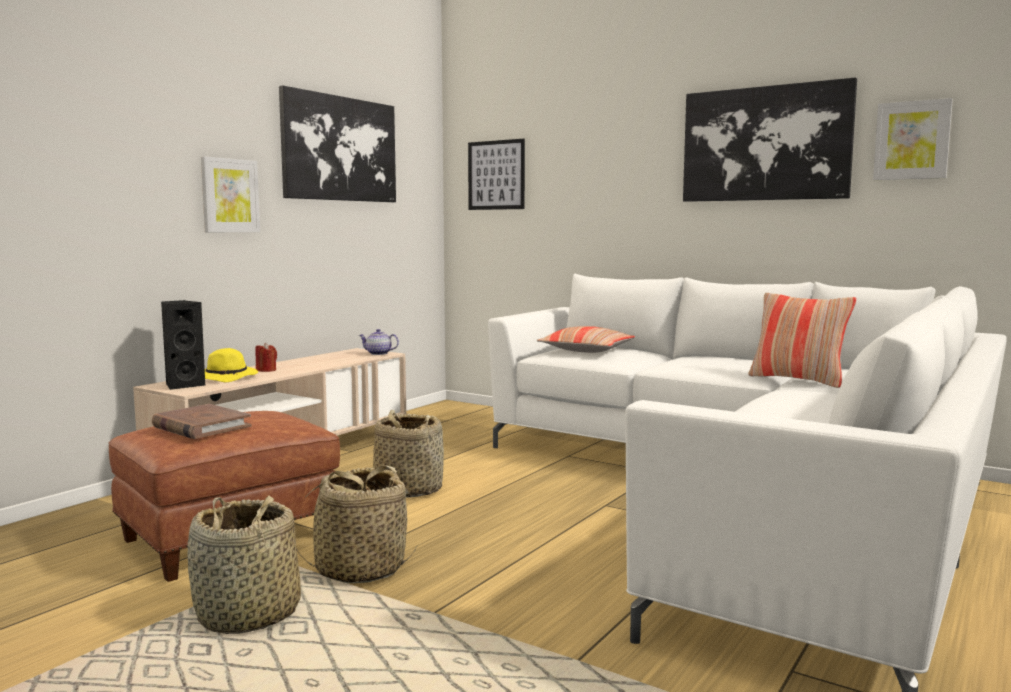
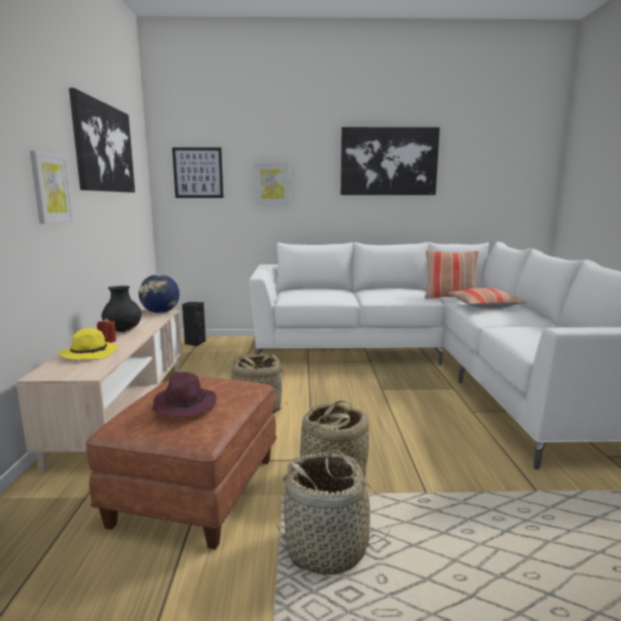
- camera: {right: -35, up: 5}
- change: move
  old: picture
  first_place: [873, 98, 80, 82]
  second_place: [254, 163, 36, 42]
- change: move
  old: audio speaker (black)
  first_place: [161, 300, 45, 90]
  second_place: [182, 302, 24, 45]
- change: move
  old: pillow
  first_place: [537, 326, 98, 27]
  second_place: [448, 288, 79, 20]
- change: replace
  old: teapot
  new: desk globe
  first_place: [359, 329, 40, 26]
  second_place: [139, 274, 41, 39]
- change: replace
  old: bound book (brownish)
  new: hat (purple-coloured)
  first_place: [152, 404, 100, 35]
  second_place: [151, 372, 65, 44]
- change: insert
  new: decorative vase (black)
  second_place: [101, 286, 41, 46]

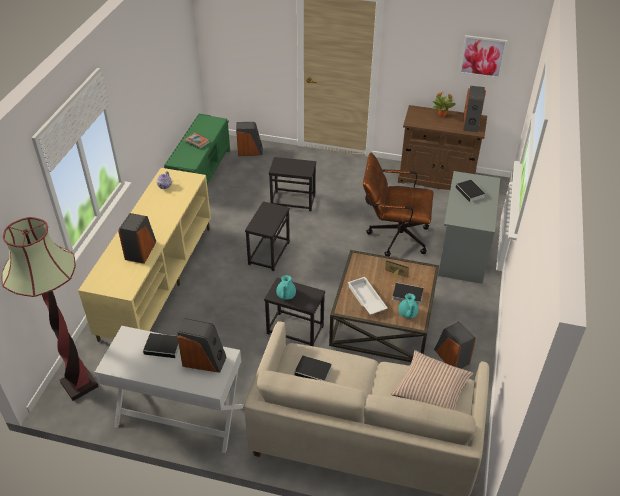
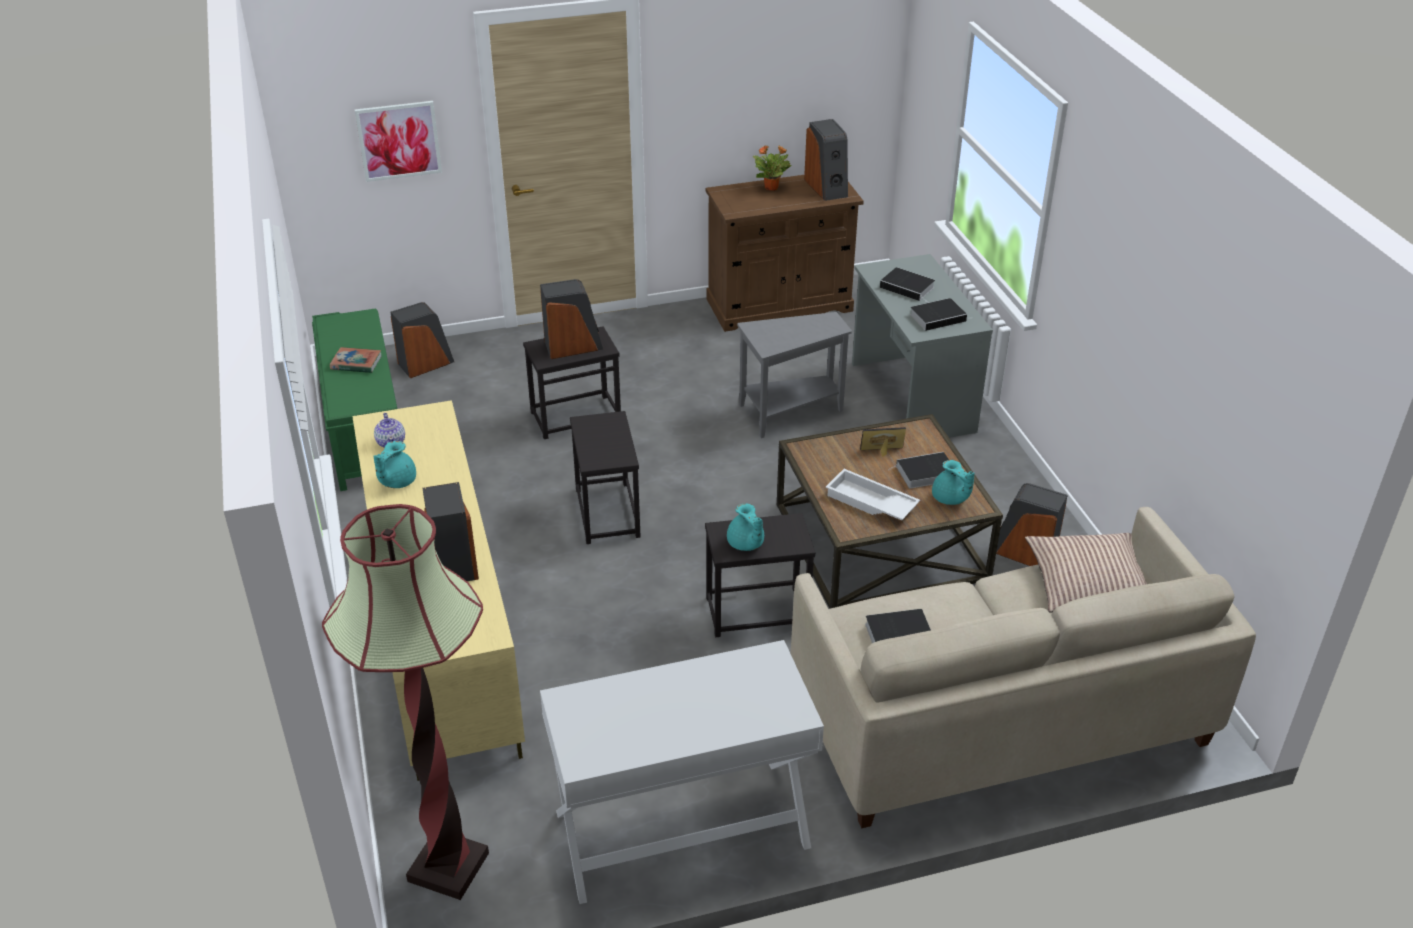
- camera: {right: -30, up: -5}
- change: move
  old: picture
  first_place: [459, 35, 49, 44]
  second_place: [355, 101, 87, 81]
- change: replace
  old: computer chair (brownish)
  new: end table (grey)
  first_place: [363, 153, 71, 103]
  second_place: [737, 312, 115, 126]
- change: move
  old: audio speaker
  first_place: [177, 317, 50, 56]
  second_place: [540, 279, 63, 80]
- change: move
  old: bound book
  first_place: [143, 333, 38, 25]
  second_place: [910, 298, 63, 33]
- change: insert
  new: teapot (turquoise-coloured)
  second_place: [374, 441, 42, 47]

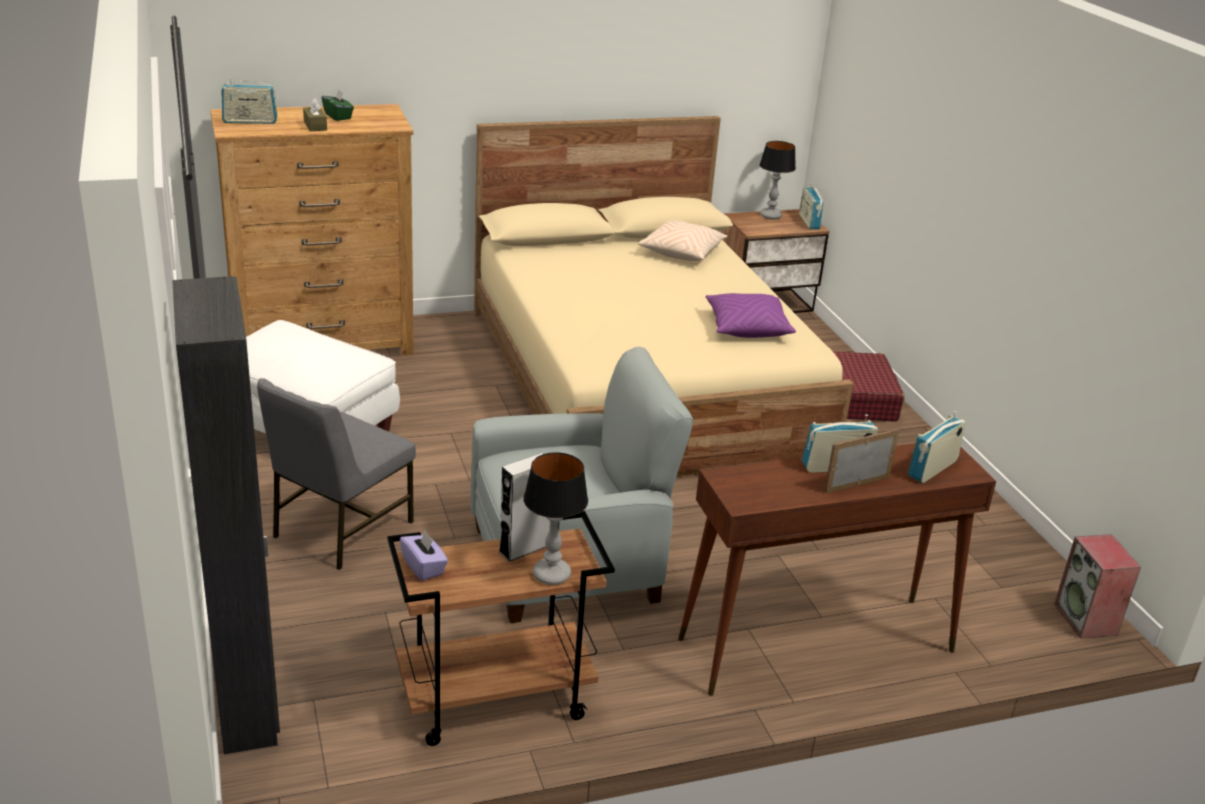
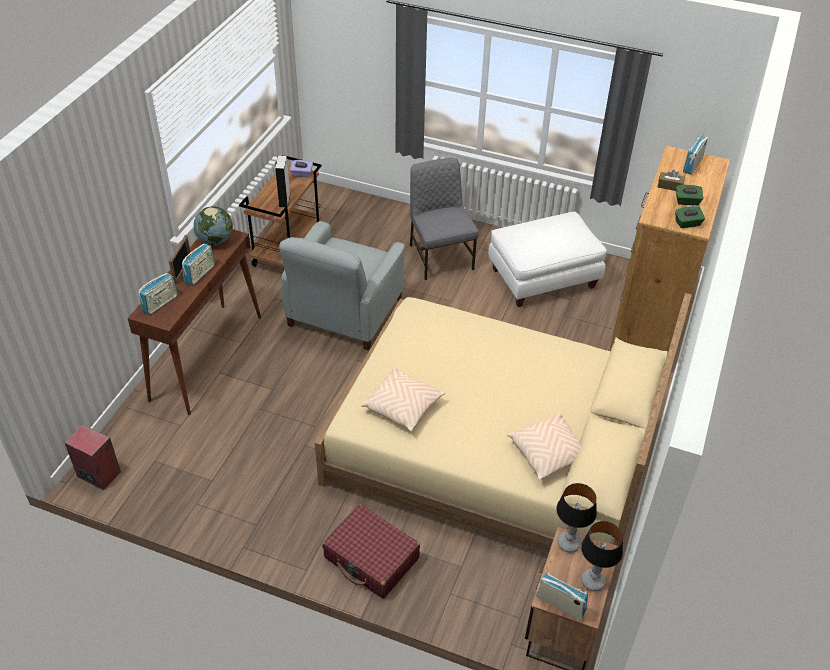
- camera: {right: 130, up: 15}
- change: delete
  old: wardrobe (black)
  first_place: [172, 276, 108, 479]
- change: recolor
  old: pillow (purple-coloured)
  new: pillow (beige-coloured)
  first_place: [705, 293, 91, 45]
  second_place: [361, 367, 84, 65]
- change: rotate
  old: radio receiver
  first_place: [908, 411, 58, 72]
  second_place: [139, 273, 39, 42]
  degrees: 45
- change: move
  old: tabletop lamp
  first_place: [523, 452, 65, 133]
  second_place: [556, 483, 41, 70]
- change: insert
  new: desk globe
  second_place: [194, 206, 39, 40]
- change: insert
  new: tissue holder (greenish)
  second_place: [675, 206, 30, 22]

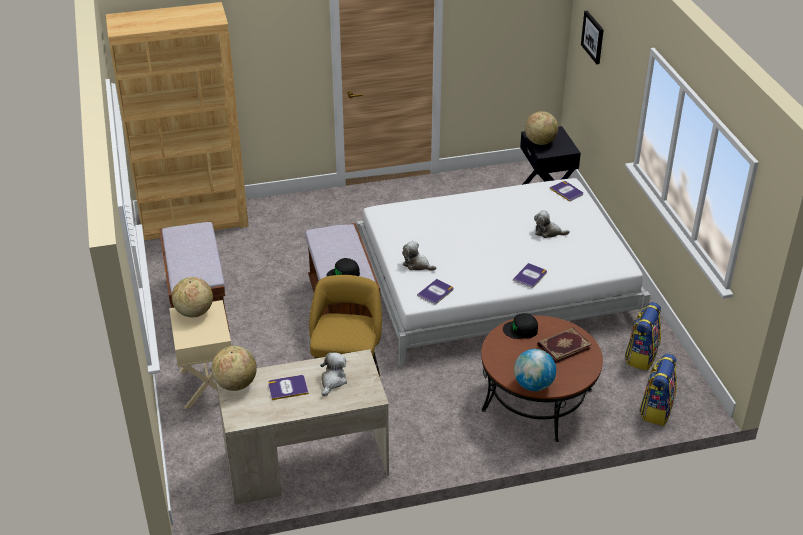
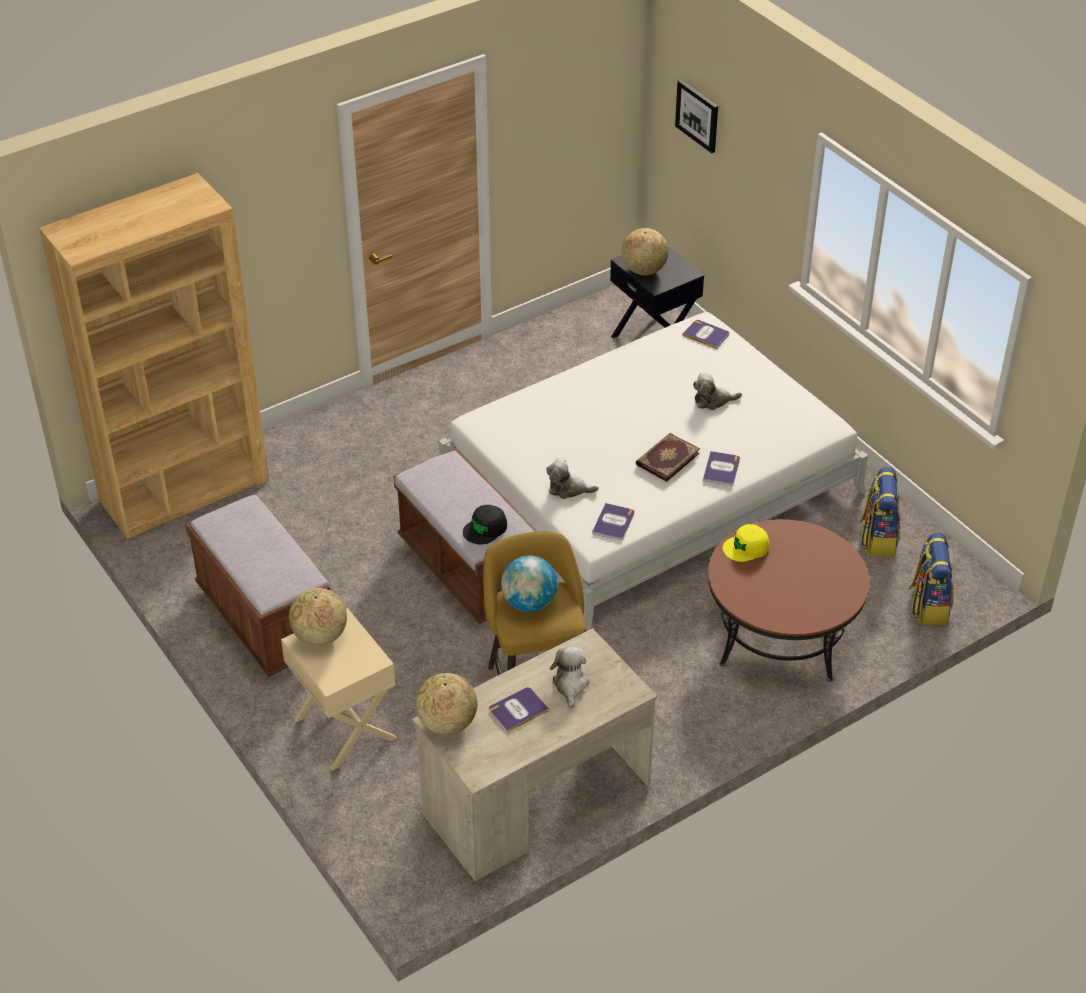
- camera: {right: -20, up: 5}
- change: recolor
  old: cap (black)
  new: cap (yellow)
  first_place: [503, 313, 35, 26]
  second_place: [723, 524, 46, 38]
- change: move
  old: bound book
  first_place: [538, 328, 53, 35]
  second_place: [636, 433, 64, 49]
- change: move
  old: desk globe
  first_place: [514, 349, 42, 42]
  second_place: [501, 555, 57, 57]

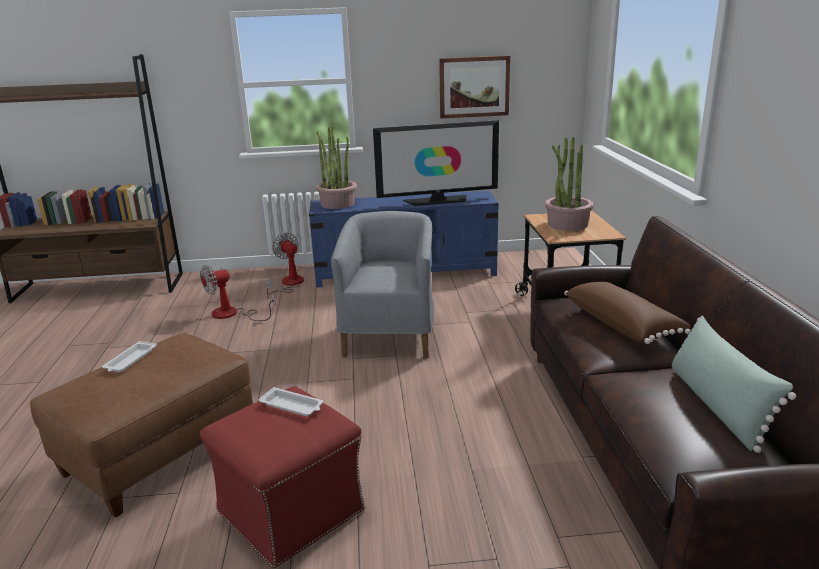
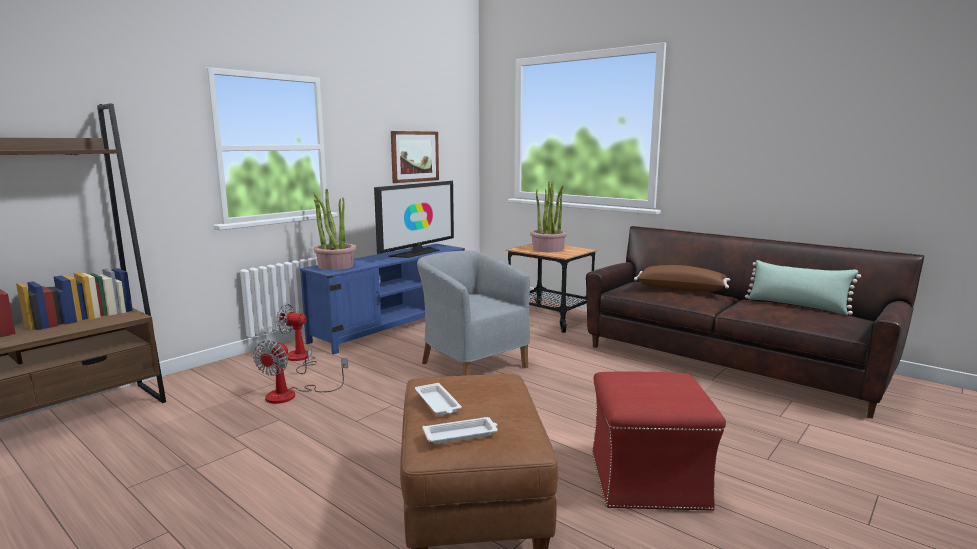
- camera: {right: -45, up: -10}
- change: move
  old: tray (white-coloured)
  first_place: [258, 387, 65, 29]
  second_place: [422, 417, 76, 27]

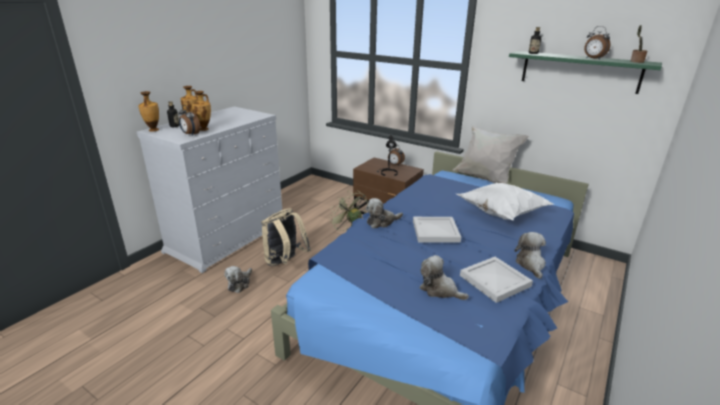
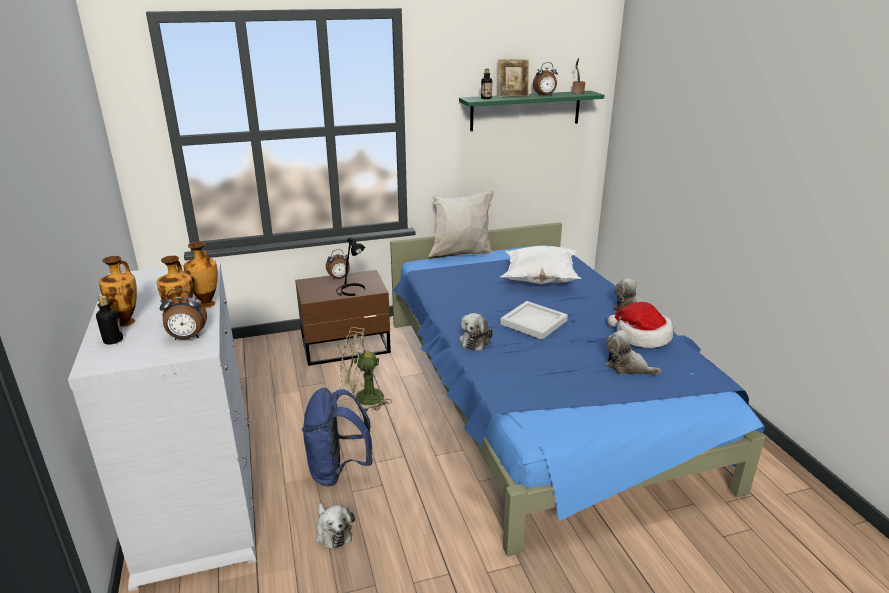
- camera: {right: -50, up: 0}
- change: move
  old: decorative vase
  first_place: [138, 91, 21, 41]
  second_place: [184, 241, 34, 67]
- change: recolor
  old: rucksack (beige-coloured)
  new: rucksack (bluish)
  first_place: [261, 208, 50, 58]
  second_place: [302, 388, 71, 99]
- change: rotate
  old: cuddly toy
  first_place: [420, 255, 49, 45]
  second_place: [605, 330, 56, 45]
  degrees: 45
- change: replace
  old: tray (white-coloured)
  new: hat
  first_place: [460, 257, 73, 46]
  second_place: [607, 302, 66, 46]
- change: insert
  new: picture frame
  second_place: [498, 59, 31, 38]

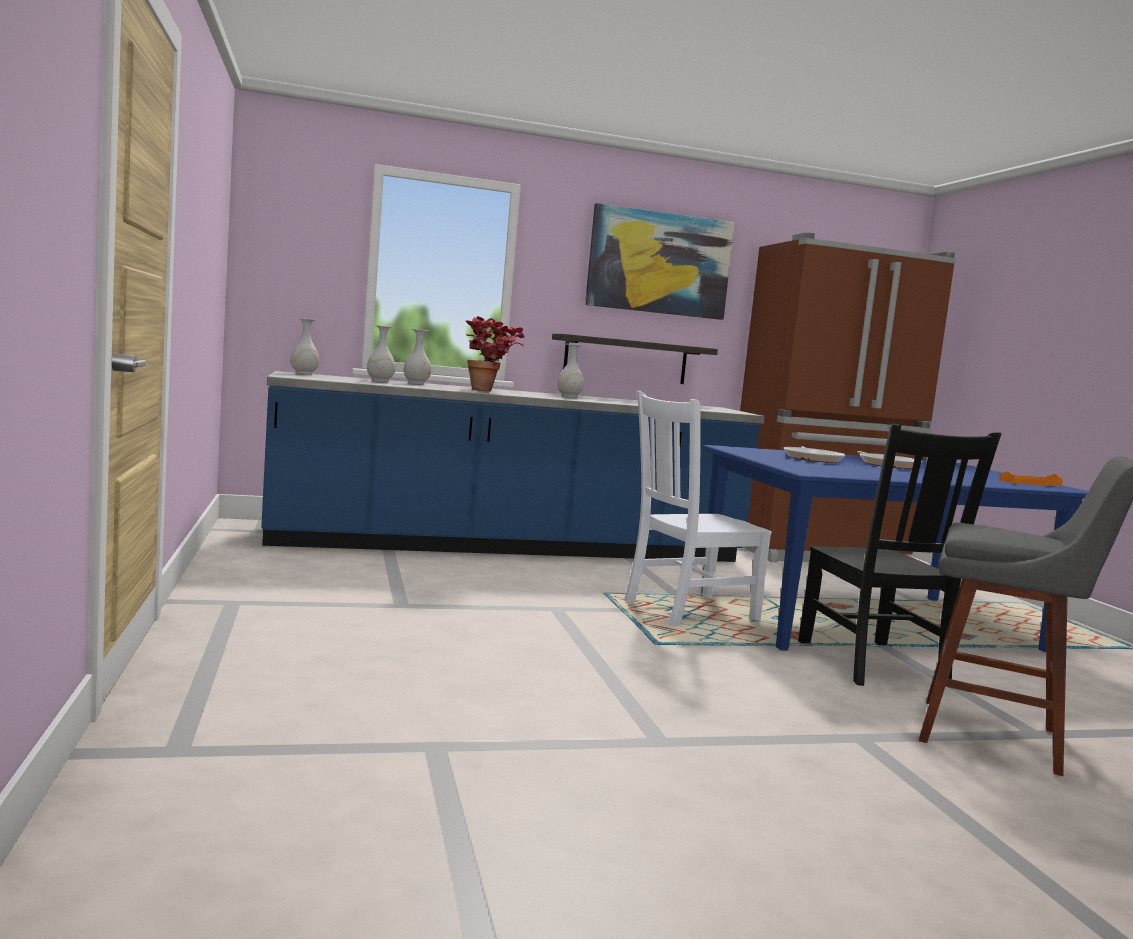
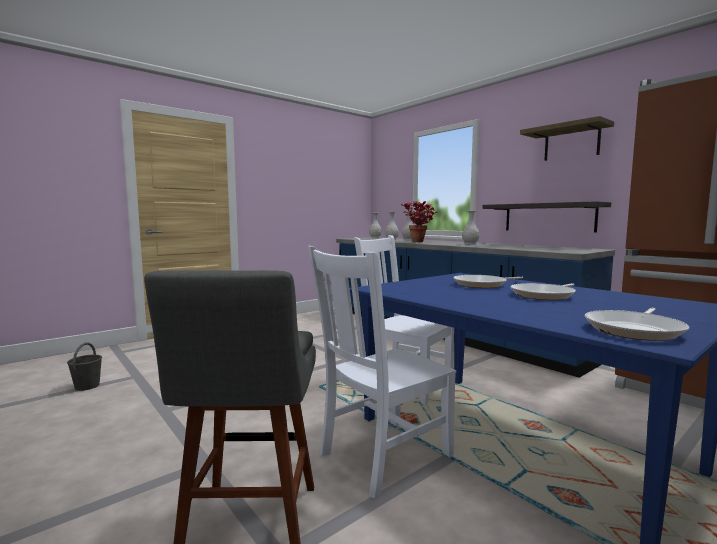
- camera: {right: 65, up: 0}
- change: replace
  old: picture
  new: wall shelf
  first_place: [585, 203, 150, 117]
  second_place: [520, 116, 94, 45]
- change: recolor
  old: chair (black)
  new: chair (white-coloured)
  first_place: [798, 424, 203, 262]
  second_place: [308, 246, 148, 253]
- change: replace
  old: tray (orange)
  new: frying pan
  first_place: [999, 471, 64, 15]
  second_place: [585, 308, 104, 33]
- change: insert
  new: pail (grey)
  second_place: [67, 342, 35, 49]

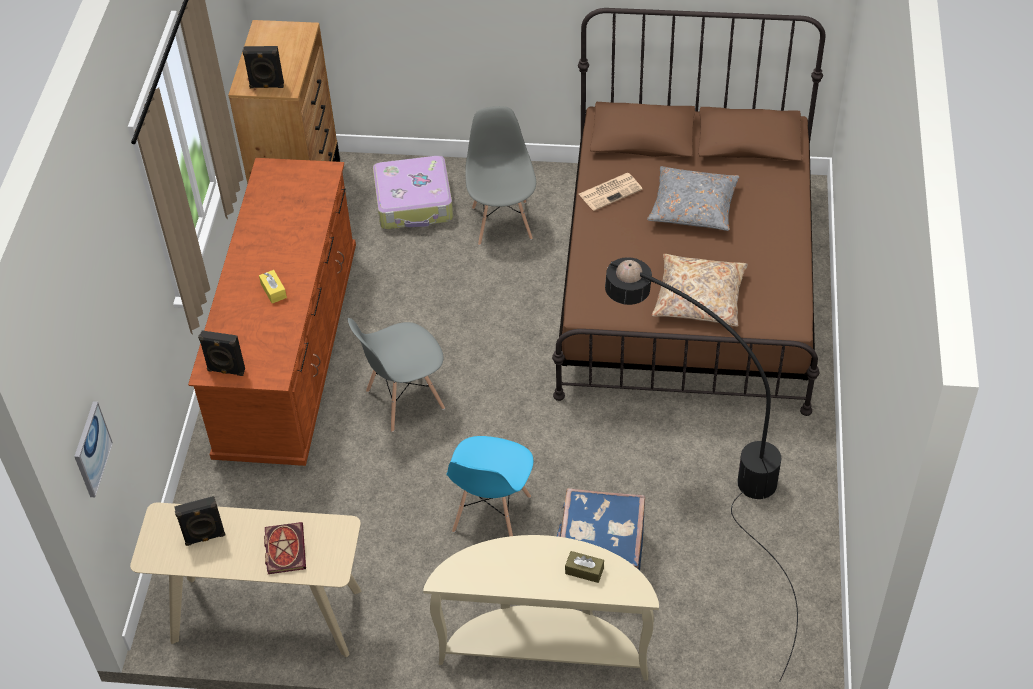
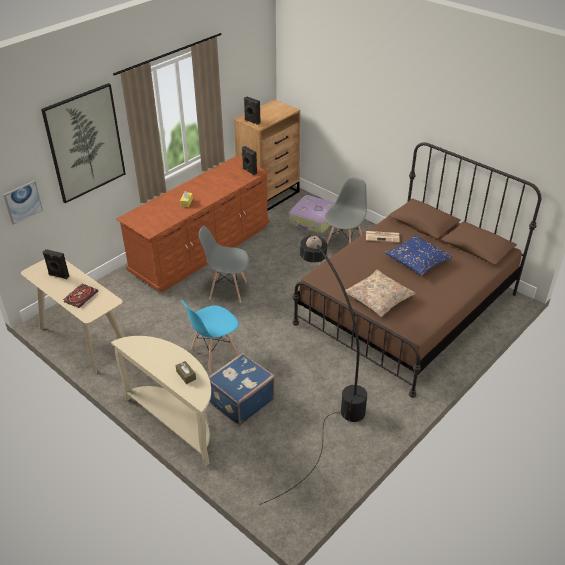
- camera: {right: 35, up: -10}
- change: recolor
  old: pillow (grey)
  new: pillow (bluish)
  first_place: [647, 166, 93, 65]
  second_place: [385, 235, 68, 41]
- change: move
  old: audio speaker (black)
  first_place: [198, 331, 47, 45]
  second_place: [242, 146, 15, 29]
- change: insert
  new: picture
  second_place: [41, 83, 85, 120]

